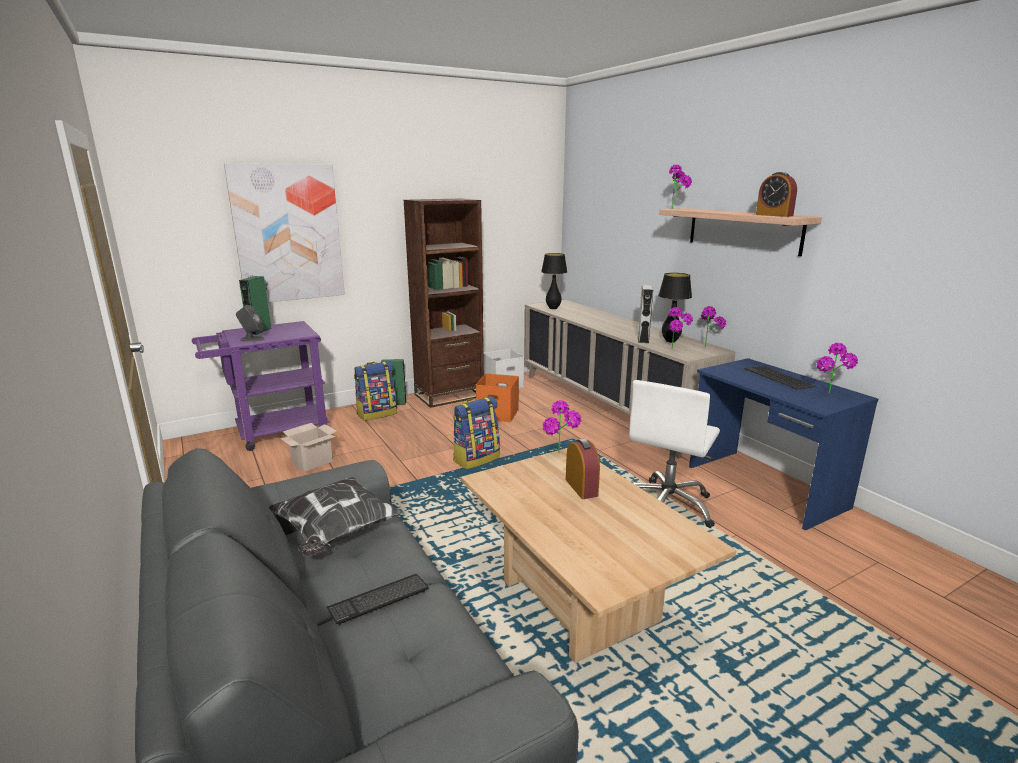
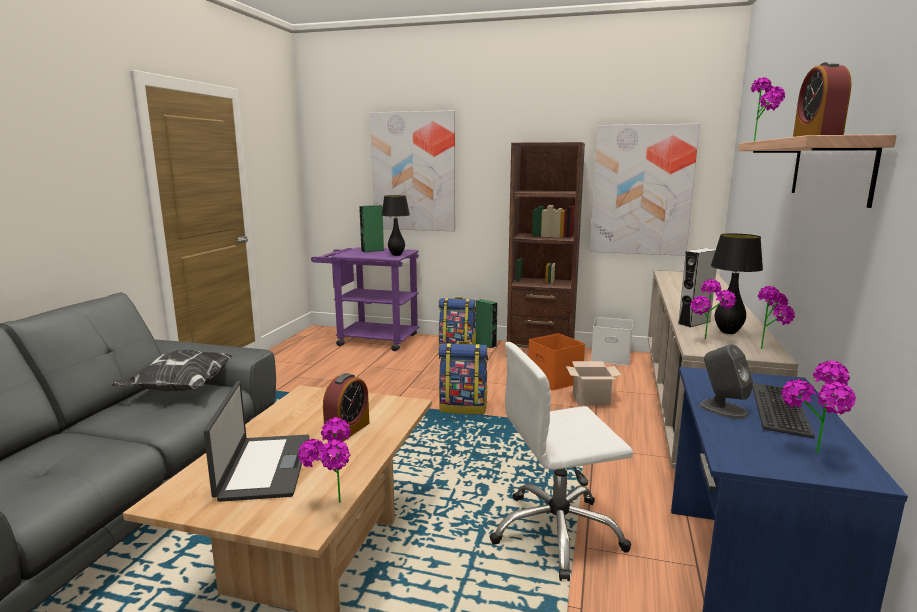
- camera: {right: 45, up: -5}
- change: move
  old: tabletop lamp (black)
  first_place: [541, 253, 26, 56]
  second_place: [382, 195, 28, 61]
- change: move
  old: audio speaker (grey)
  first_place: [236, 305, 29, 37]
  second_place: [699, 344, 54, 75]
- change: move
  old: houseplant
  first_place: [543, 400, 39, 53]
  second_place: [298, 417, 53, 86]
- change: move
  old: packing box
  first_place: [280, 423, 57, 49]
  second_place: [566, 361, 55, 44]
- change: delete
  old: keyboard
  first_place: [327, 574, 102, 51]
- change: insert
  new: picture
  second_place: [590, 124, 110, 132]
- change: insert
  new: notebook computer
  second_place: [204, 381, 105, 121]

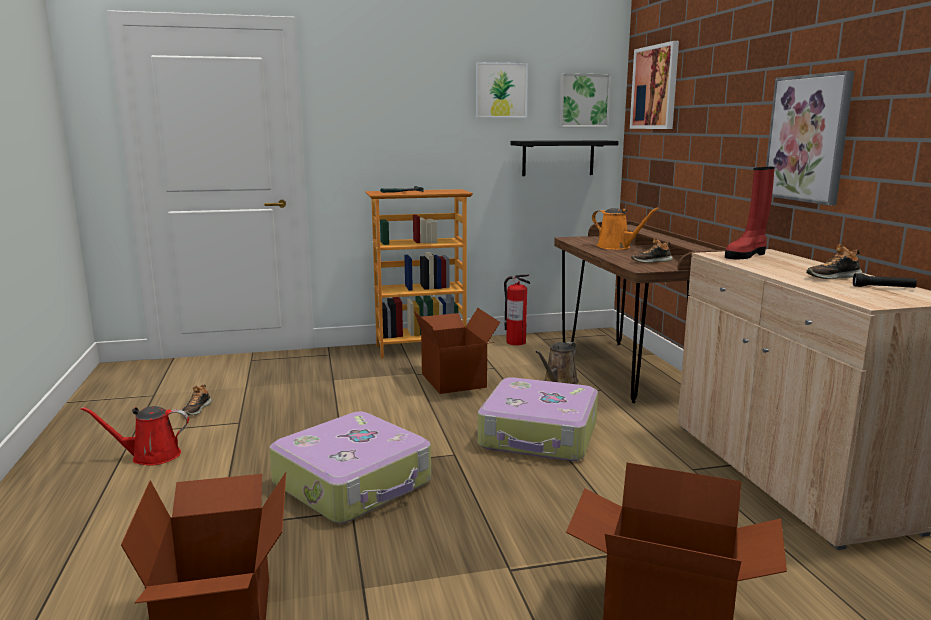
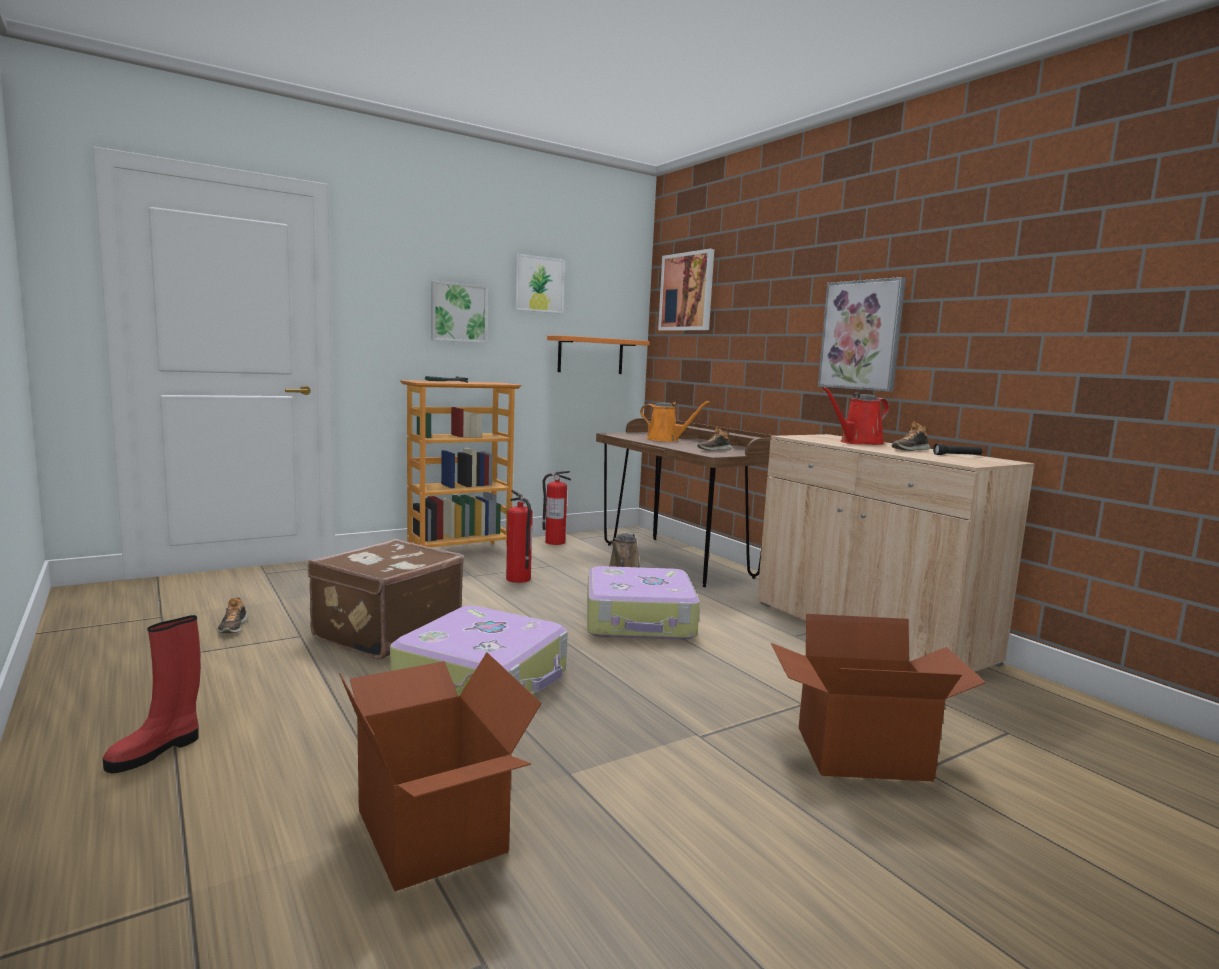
- camera: {right: -20, up: -5}
- change: move
  old: picture
  first_place: [559, 73, 52, 54]
  second_place: [431, 281, 57, 62]
- change: recolor
  old: wall shelf (black)
  new: wall shelf (orange)
  first_place: [510, 140, 109, 36]
  second_place: [547, 336, 103, 38]
- change: move
  old: tall boot (red)
  first_place: [725, 167, 50, 93]
  second_place: [103, 615, 98, 158]
- change: replace
  old: packing box
  new: fire-fighting cylinder
  first_place: [414, 308, 86, 86]
  second_place: [506, 490, 27, 93]
- change: move
  old: watering can (red)
  first_place: [81, 406, 108, 60]
  second_place: [822, 387, 67, 58]
- change: insert
  new: suitcase (brownish)
  second_place: [308, 539, 156, 121]

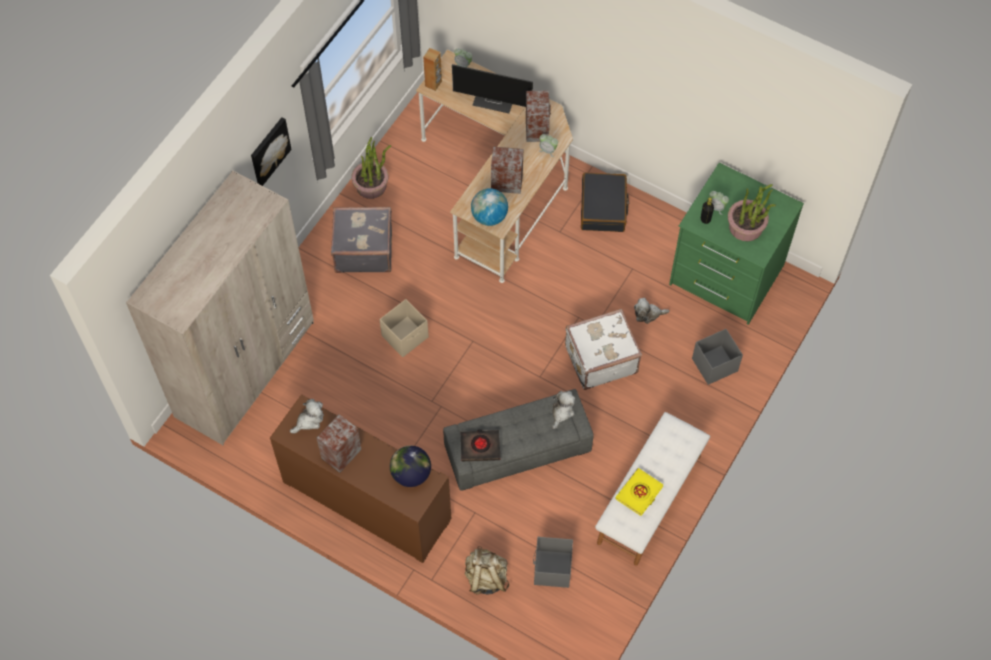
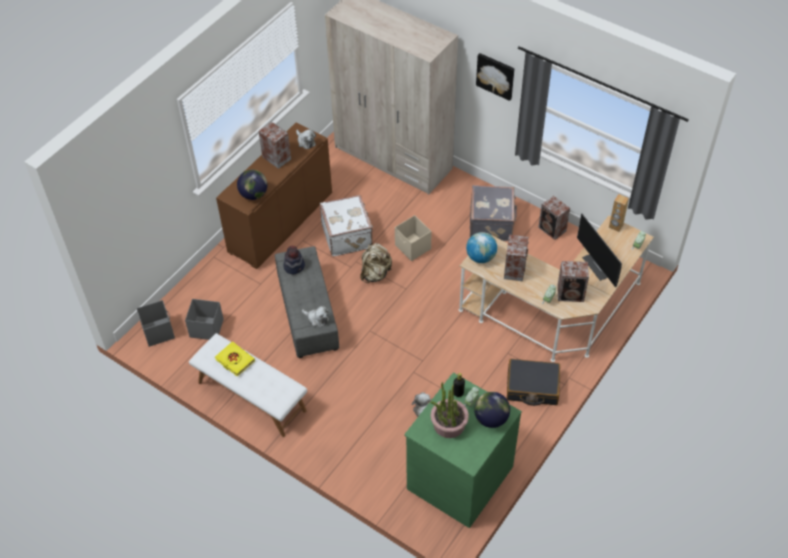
- camera: {right: 95, up: -10}
- change: rotate
  old: monitor
  first_place: [452, 64, 81, 49]
  second_place: [577, 213, 45, 75]
  degrees: -45
- change: replace
  old: houseplant
  new: audio speaker
  first_place: [351, 137, 40, 62]
  second_place: [538, 196, 32, 44]
- change: move
  old: suitcase (white-coloured)
  first_place: [565, 309, 77, 81]
  second_place: [320, 195, 53, 61]
- change: move
  old: storage container (grey)
  first_place: [692, 329, 51, 56]
  second_place: [136, 300, 39, 47]
- change: replace
  old: bound book (black)
  new: hat
  first_place: [461, 429, 39, 32]
  second_place: [283, 246, 22, 28]
- change: move
  old: rucksack (beige-coloured)
  first_place: [465, 546, 44, 48]
  second_place: [360, 243, 32, 40]
- change: insert
  new: desk globe
  second_place: [474, 392, 36, 36]

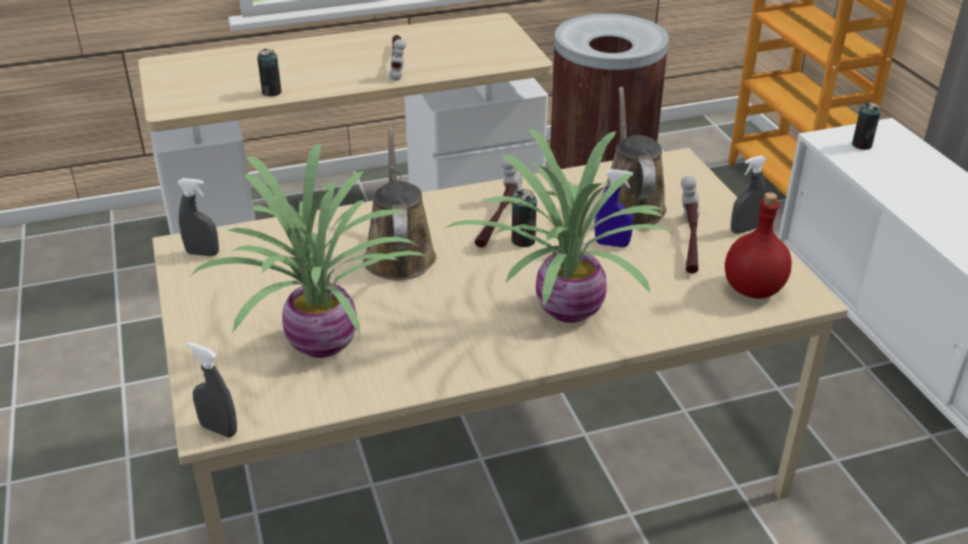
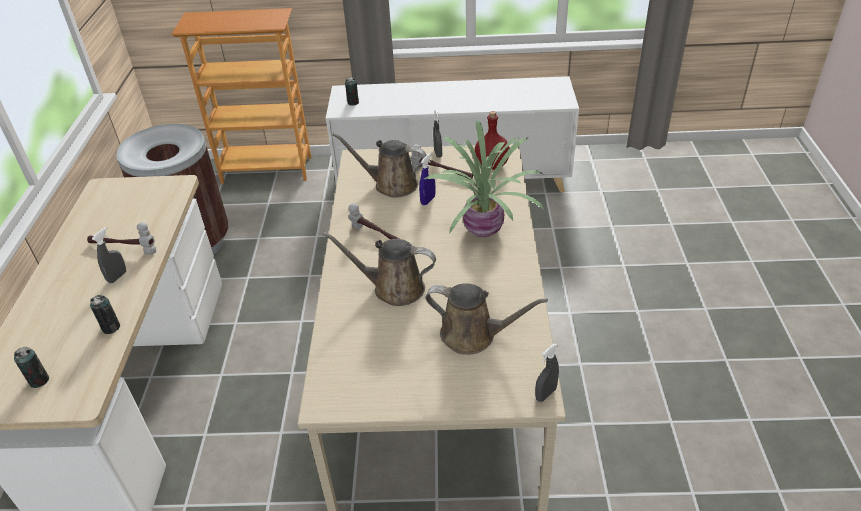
- camera: {right: -70, up: 5}
- change: replace
  old: houseplant
  new: watering can (brownish)
  first_place: [190, 144, 238, 214]
  second_place: [425, 283, 123, 72]
- change: move
  old: sprayer (grey)
  first_place: [177, 178, 42, 78]
  second_place: [92, 227, 34, 56]
- change: move
  old: can
  first_place: [511, 190, 26, 57]
  second_place: [14, 347, 35, 41]

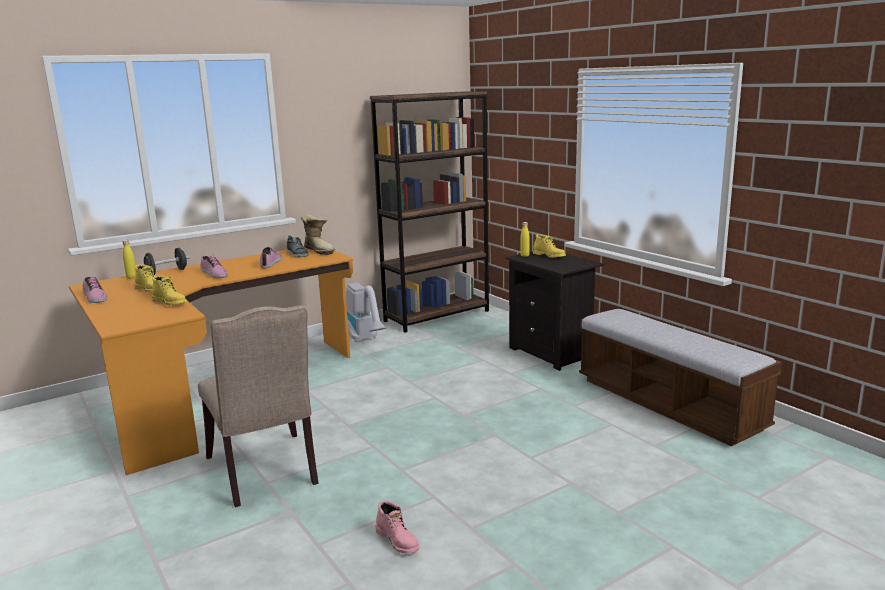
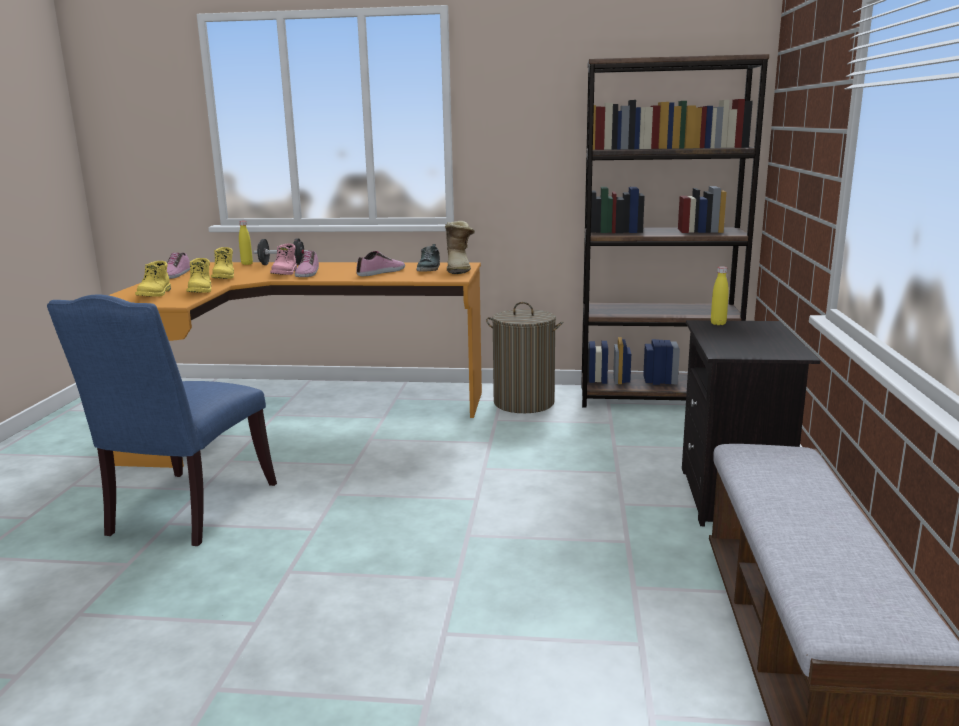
- camera: {right: 40, up: 0}
- change: move
  old: tall boot (yellow)
  first_place: [533, 234, 33, 23]
  second_place: [135, 261, 36, 36]
- change: replace
  old: vacuum cleaner
  new: washing basket
  first_place: [347, 282, 40, 60]
  second_place: [486, 302, 77, 111]
- change: recolor
  old: chair (beige-coloured)
  new: chair (bluish)
  first_place: [198, 305, 121, 202]
  second_place: [47, 294, 230, 252]
- change: move
  old: tall boot (pinkish)
  first_place: [376, 501, 43, 53]
  second_place: [270, 243, 27, 32]

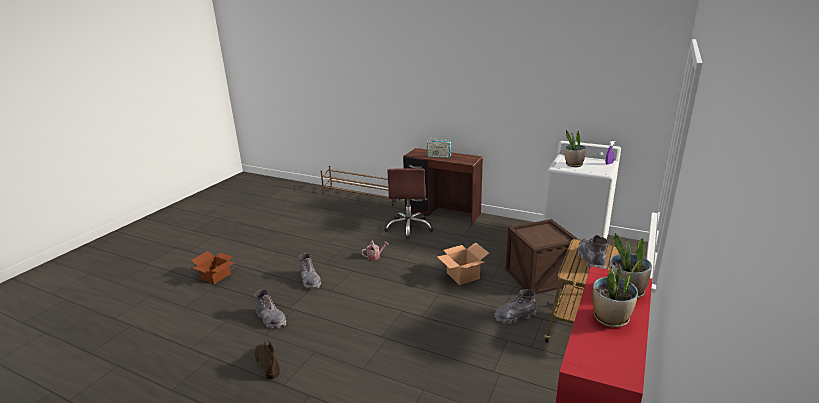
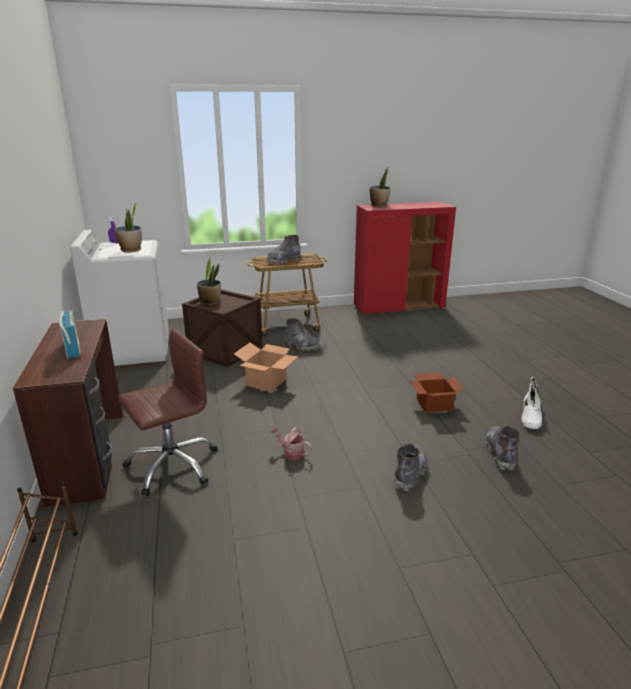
- camera: {right: -130, up: 0}
- change: move
  old: packing box
  first_place: [191, 251, 43, 33]
  second_place: [410, 372, 54, 41]
- change: move
  old: houseplant
  first_place: [593, 259, 50, 69]
  second_place: [197, 258, 24, 48]
- change: recolor
  old: tall boot (brownish)
  new: tall boot (white-coloured)
  first_place: [254, 341, 26, 38]
  second_place: [521, 376, 21, 53]

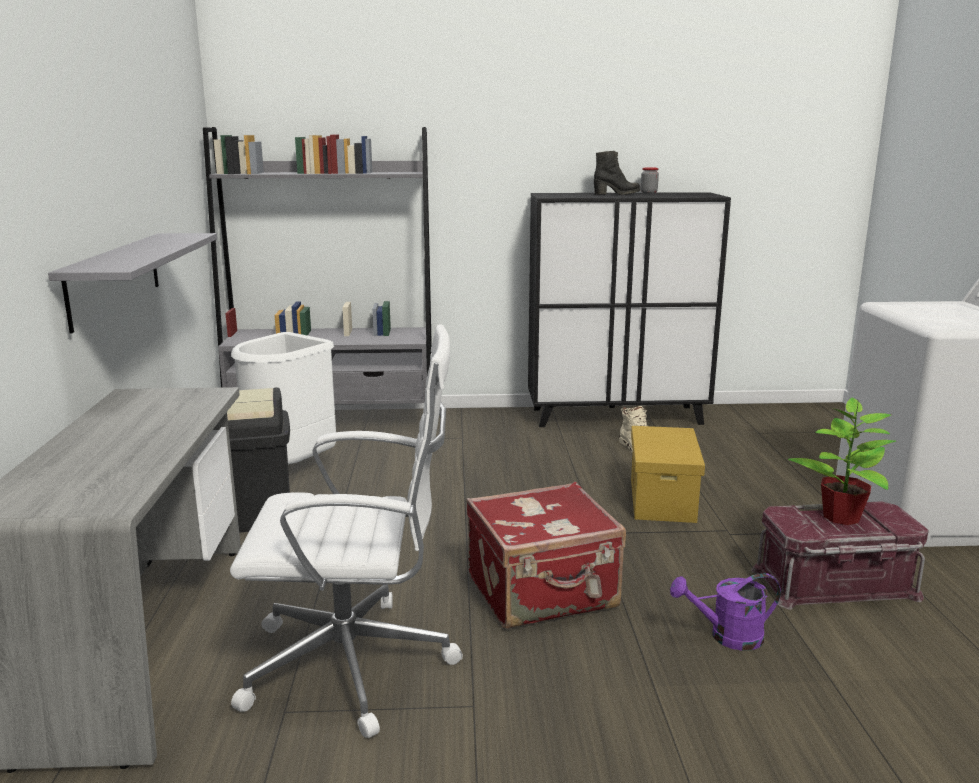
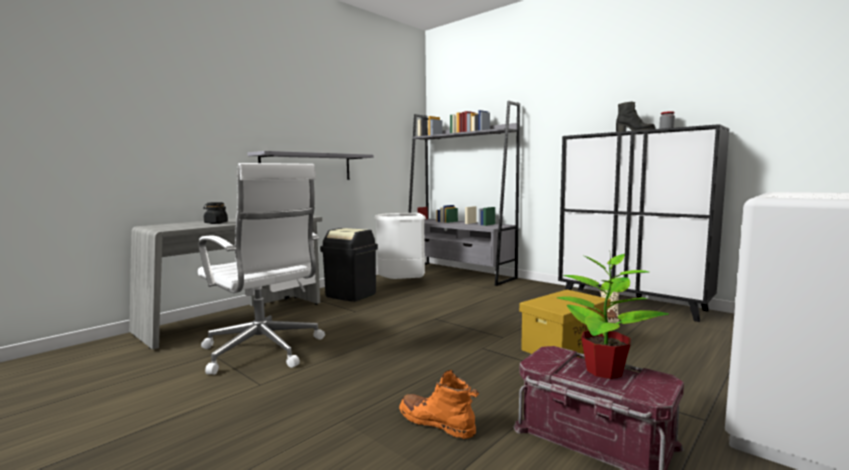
- camera: {right: 45, up: -10}
- change: delete
  old: suitcase (red)
  first_place: [466, 482, 160, 147]
- change: replace
  old: watering can (purple-coloured)
  new: tall boot (orange)
  first_place: [670, 573, 111, 78]
  second_place: [399, 370, 80, 69]
- change: insert
  new: storage jar (black)
  second_place: [203, 202, 25, 22]

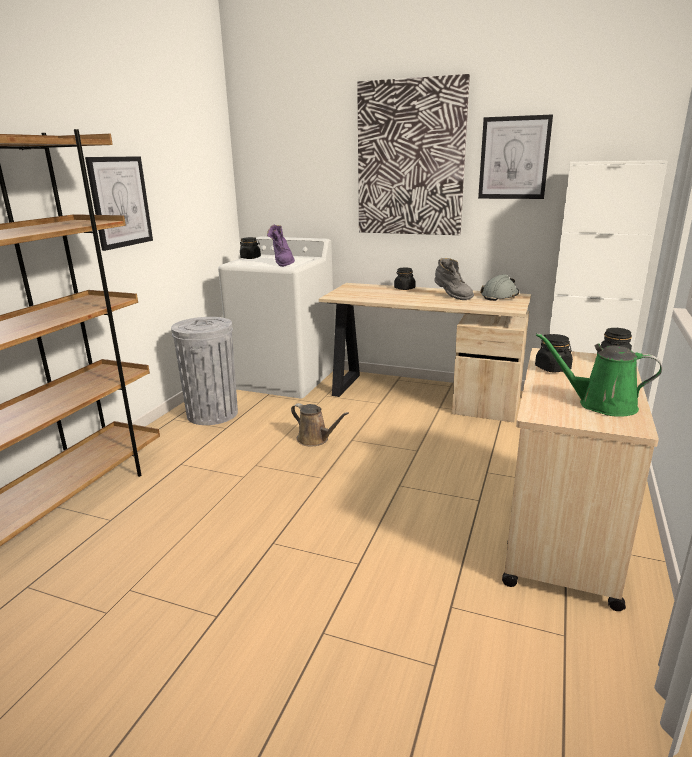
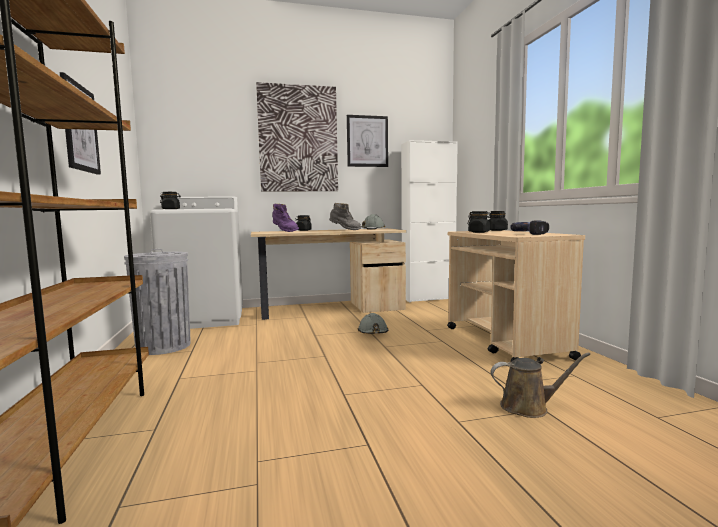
- camera: {right: -35, up: -15}
- change: move
  old: tall boot (purple-coloured)
  first_place: [267, 225, 28, 42]
  second_place: [273, 204, 26, 28]
- change: replace
  old: watering can (greenish)
  new: drill
  first_place: [536, 333, 126, 84]
  second_place: [510, 220, 39, 15]
- change: move
  old: watering can (brownish)
  first_place: [291, 403, 58, 43]
  second_place: [491, 353, 99, 65]
- change: insert
  new: safety helmet (grey)
  second_place: [358, 313, 30, 21]

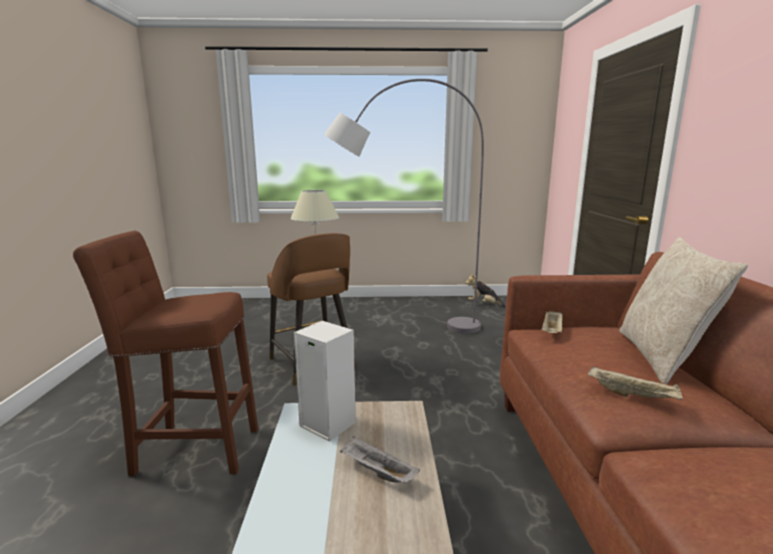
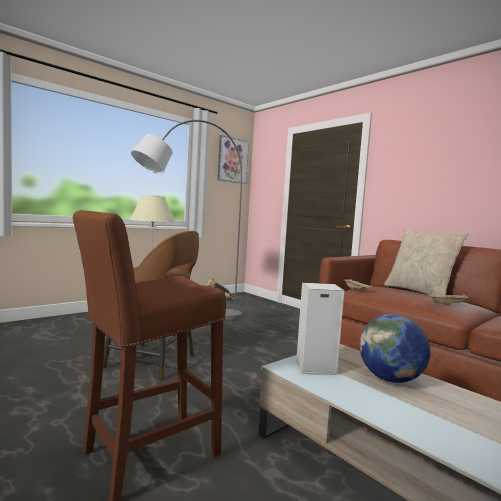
- camera: {right: -40, up: -10}
- change: replace
  old: tray (grey)
  new: desk globe
  first_place: [340, 437, 80, 46]
  second_place: [359, 315, 71, 68]
- change: insert
  new: picture
  second_place: [218, 135, 31, 49]

